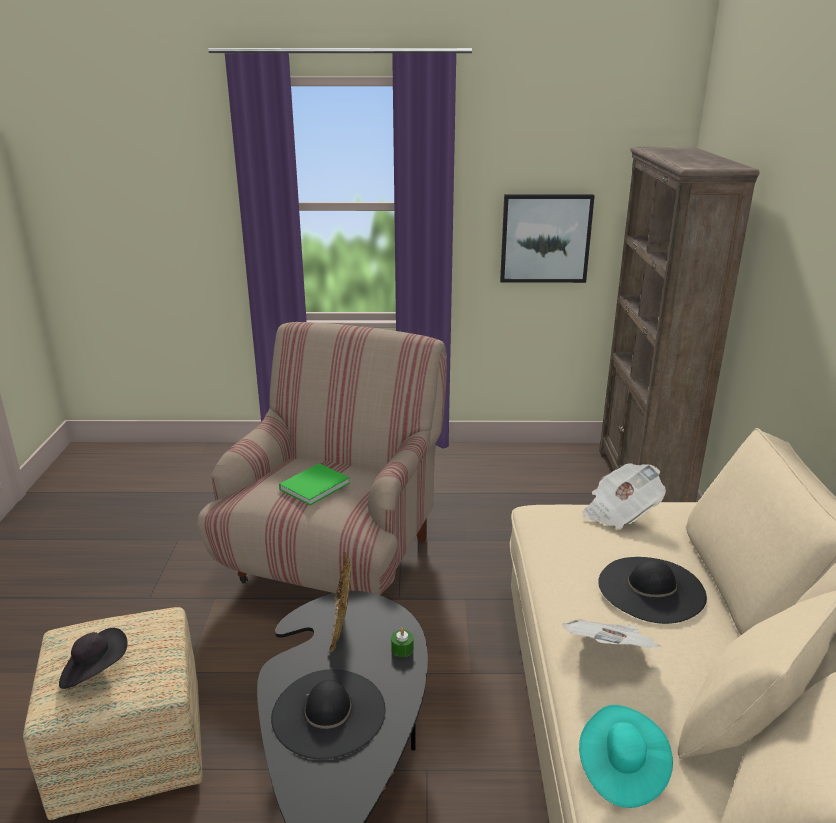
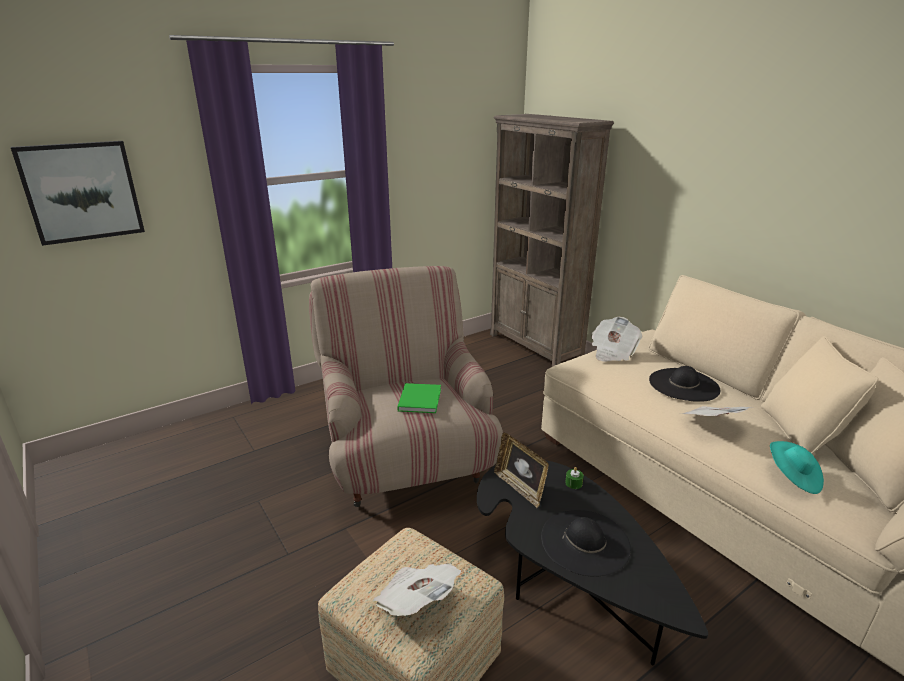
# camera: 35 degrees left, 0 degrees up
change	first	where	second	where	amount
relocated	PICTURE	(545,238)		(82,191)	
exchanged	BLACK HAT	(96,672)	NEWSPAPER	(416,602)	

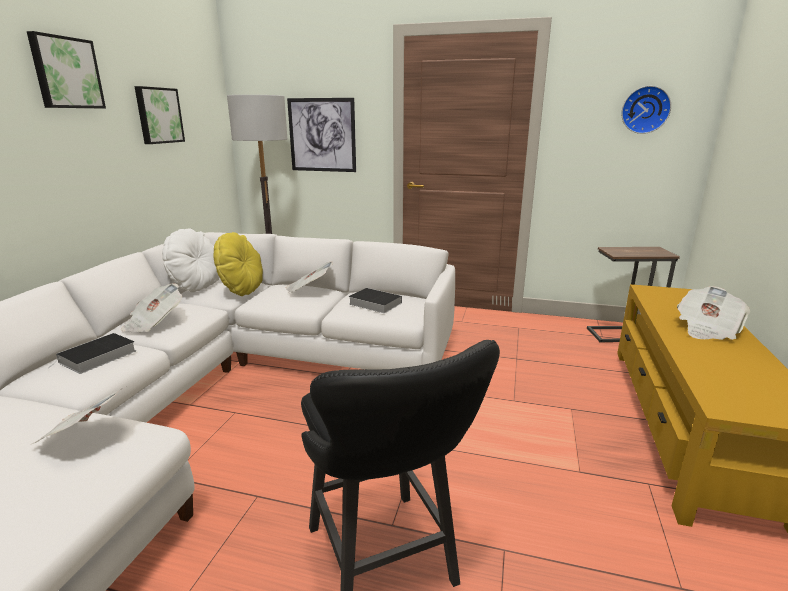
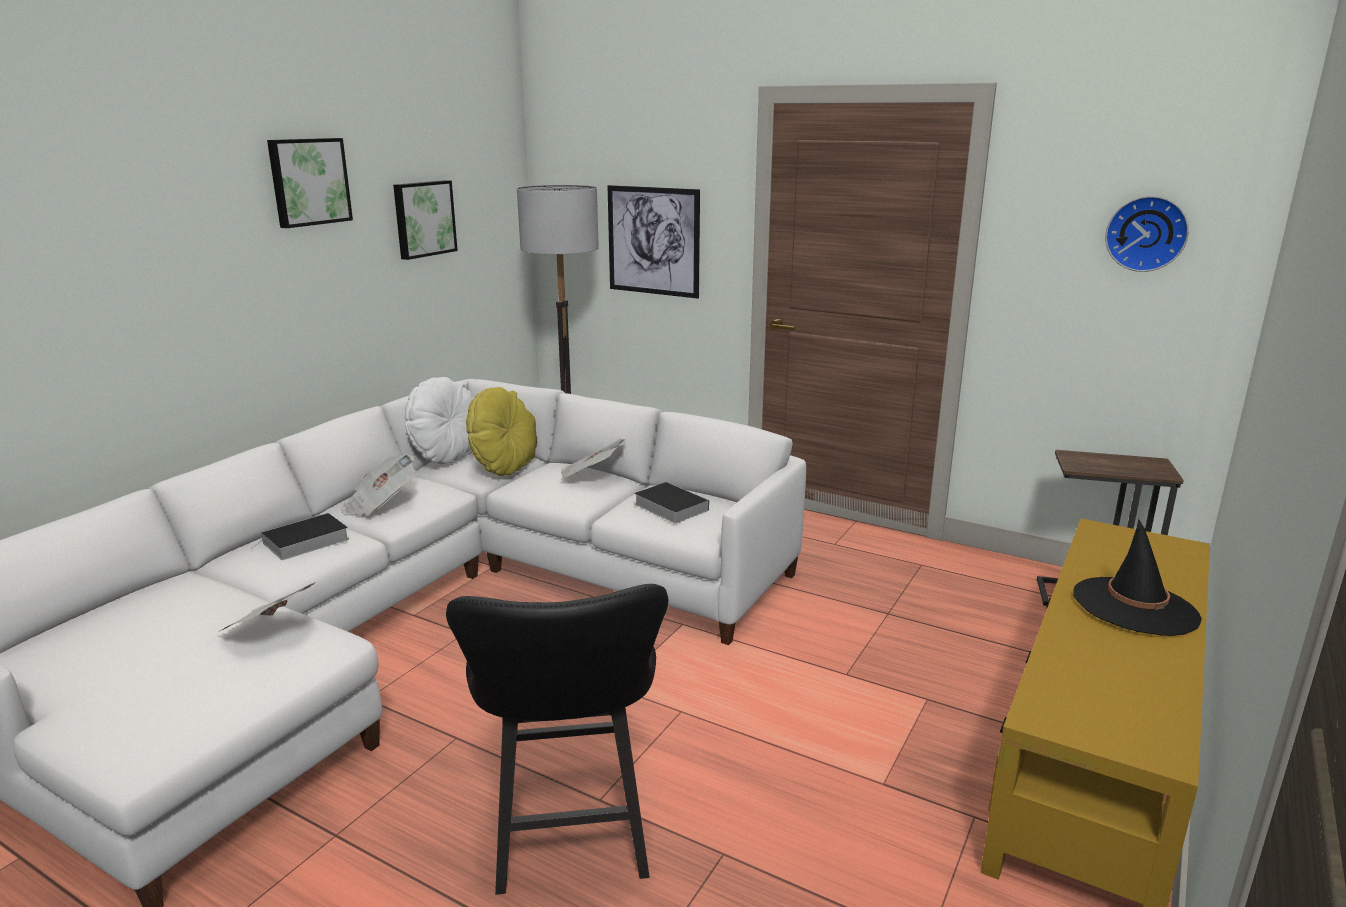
# camera: 15 degrees right, 0 degrees up
change	first	where	second	where	amount
exchanged	NEWSPAPER	(706,329)	BLACK HAT	(1135,607)	

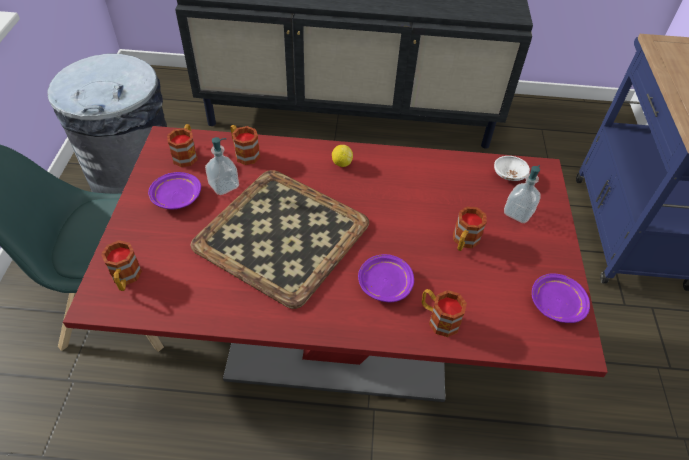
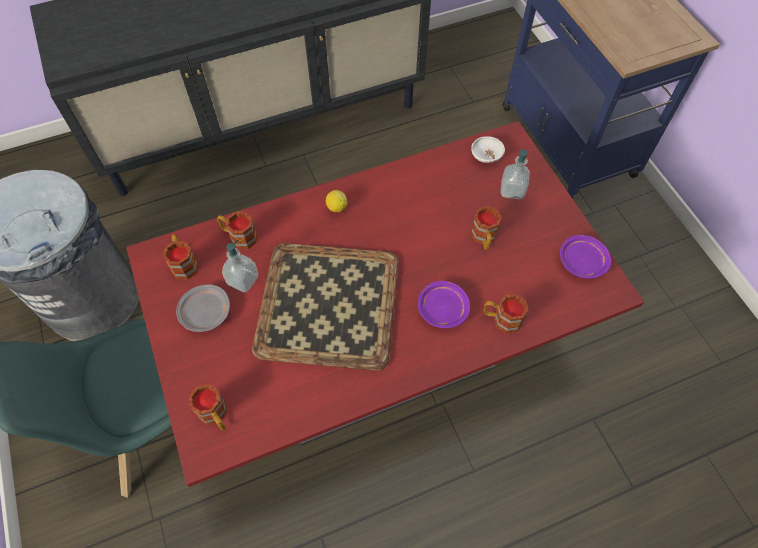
# camera: 25 degrees left, 10 degrees up
change	first	where	second	where	amount
colour	PURPLE PLATE	(176,197)	GREY PLATE	(205,313)	

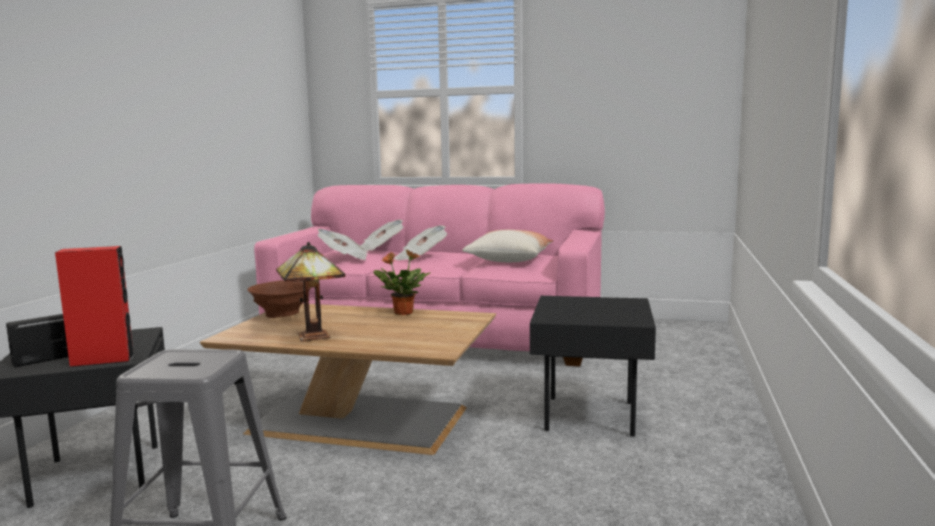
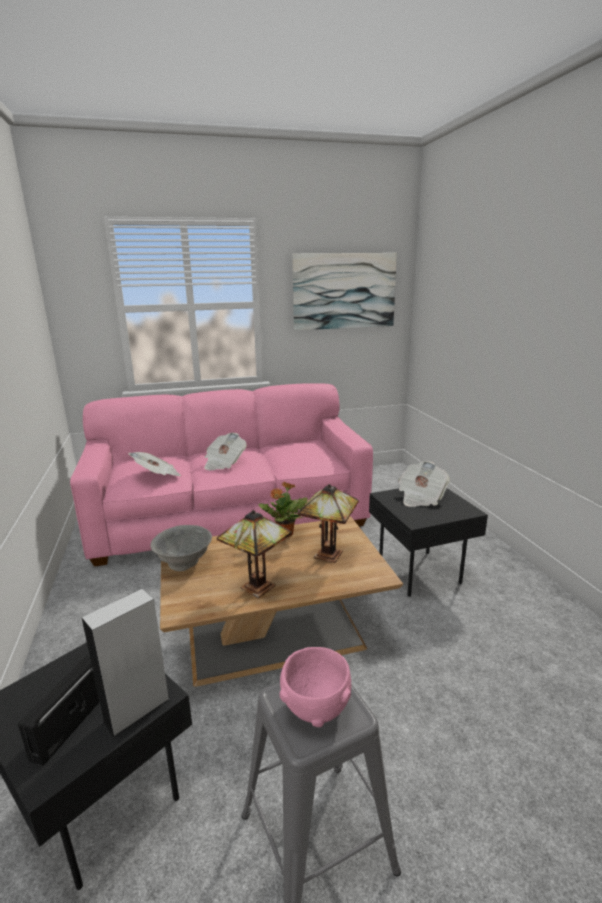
# camera: 30 degrees left, 10 degrees up
change	first	where	second	where	amount
relocated	NEWSPAPER	(379,249)		(420,497)	
missing	PILLOW	(509,259)			
colour	RED SPEAKER	(102,361)	GREY SPEAKER	(137,710)	
colour	BROWN BOWL	(282,314)	GREY BOWL	(184,562)	
appeared			PICTURE	(344,291)	
appeared			TABLE LAMP	(328,553)	
appeared			PINK BOWL	(316,708)	

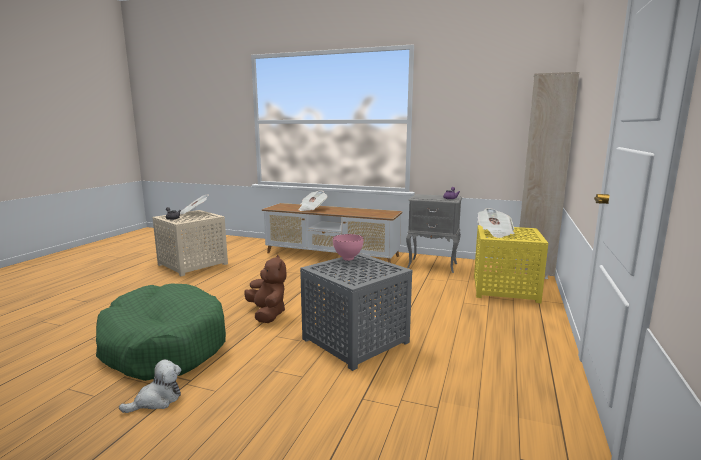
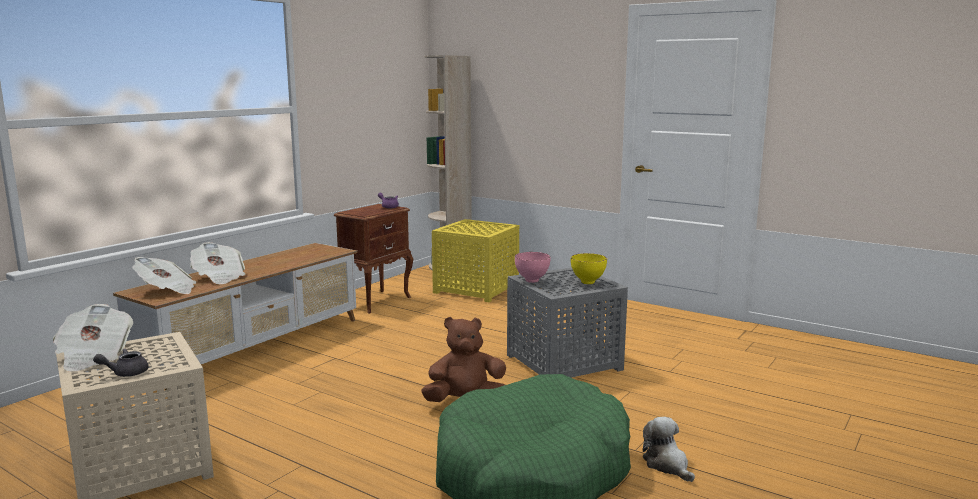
# camera: 75 degrees left, 0 degrees up
change	first	where	second	where	amount
colour	GREY NIGHTSTAND	(432,265)	BROWN NIGHTSTAND	(376,301)	
relocated	NEWSPAPER	(495,233)		(167,290)	
appeared			YELLOW BOWL	(588,283)	

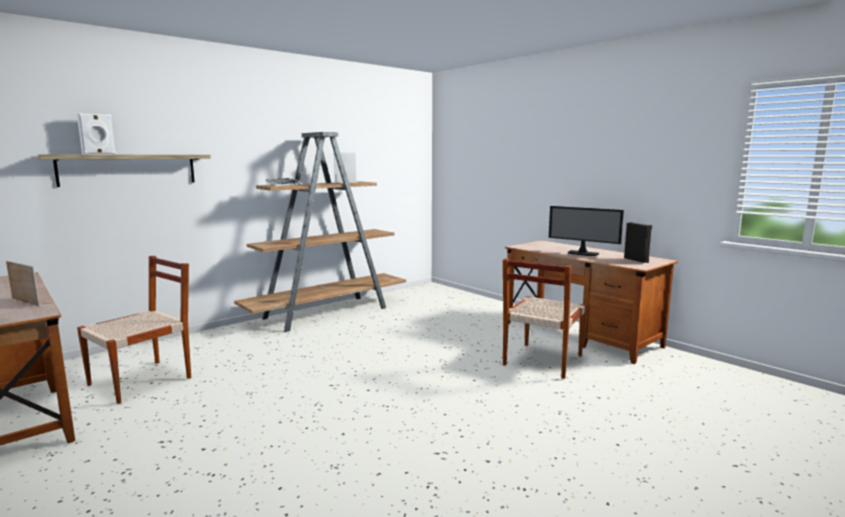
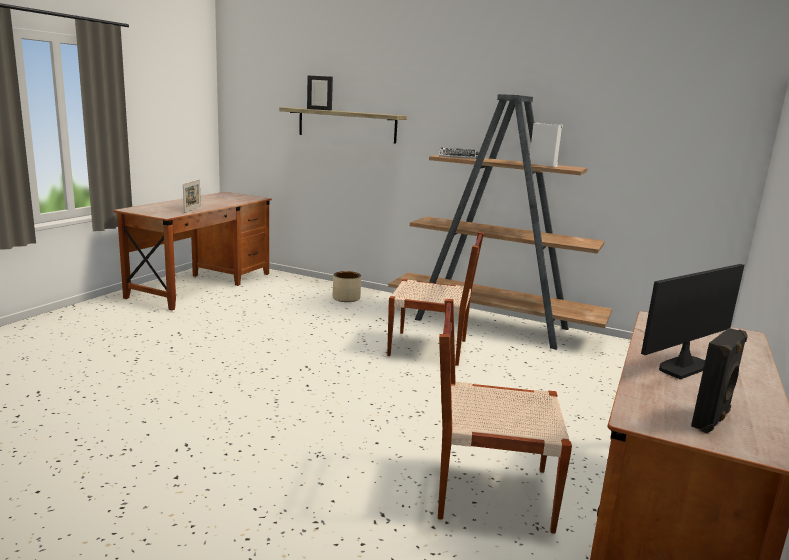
# camera: 65 degrees right, 5 degrees up
change	first	where	second	where	amount
exchanged	WHITE SPEAKER	(99,154)	PICTURE FRAME	(319,109)	
spun	MONITOR	(582,254)		(683,367)	45 degrees clockwise
relocated	CHAIR	(143,381)		(430,349)	
appeared			BEIGE PLANTER	(346,298)	

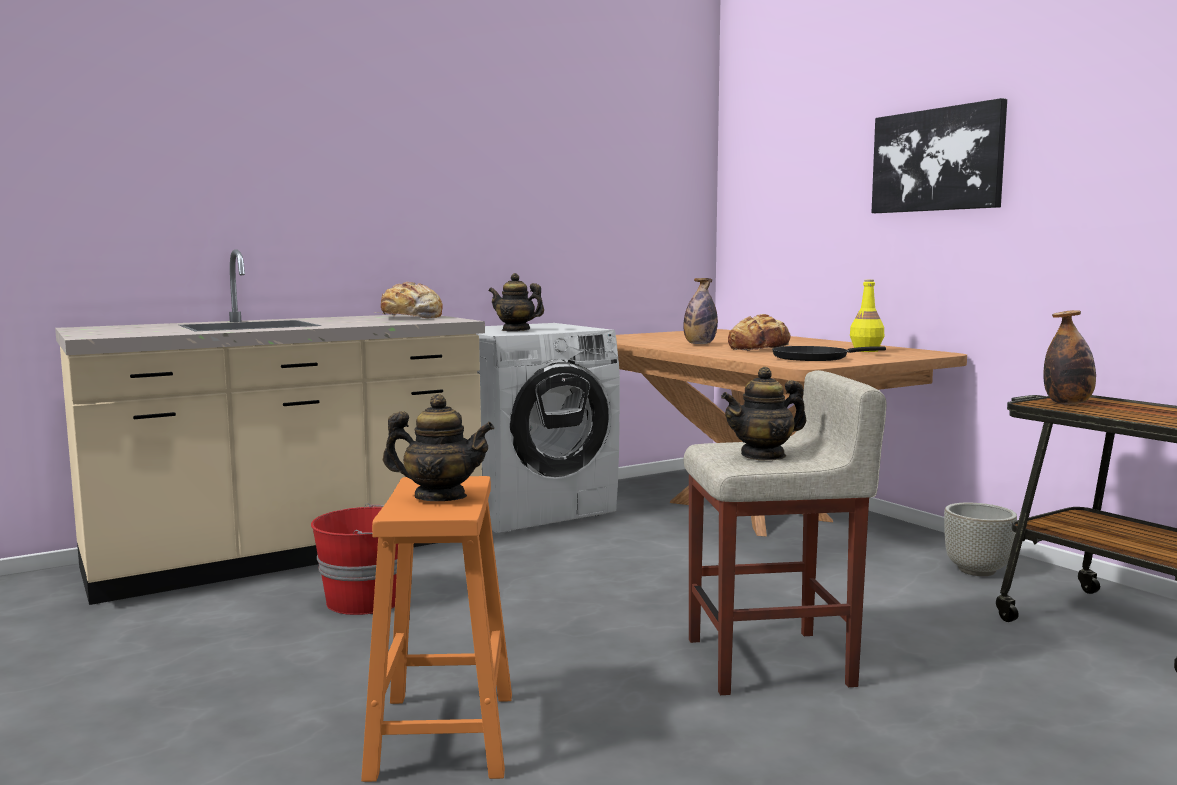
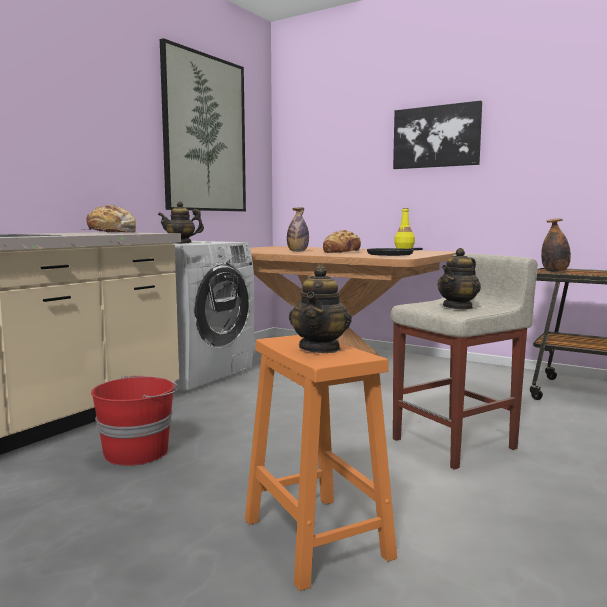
# camera: 25 degrees left, 0 degrees up
change	first	where	second	where	amount
spun	TEAPOT	(440,497)		(320,348)	120 degrees clockwise
missing	GREY PLANTER	(976,571)			
appeared			PICTURE	(205,134)	

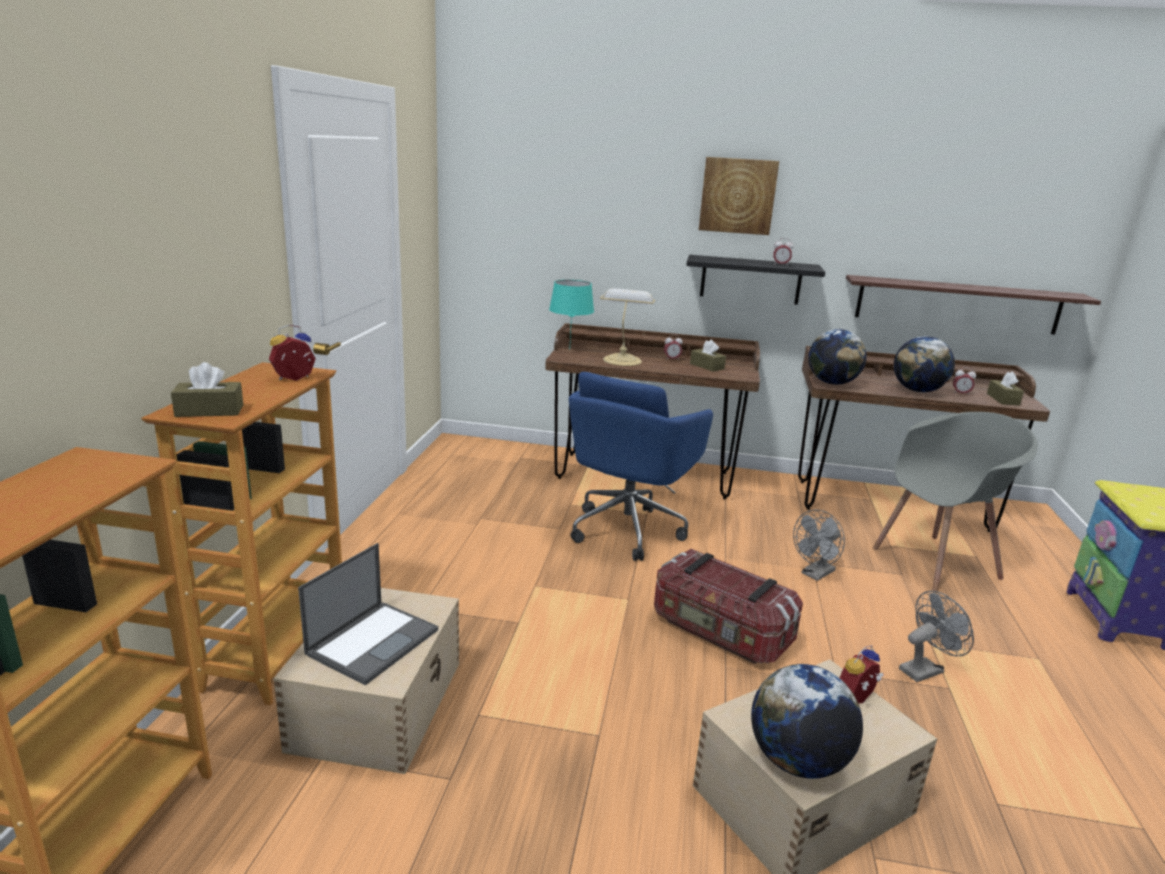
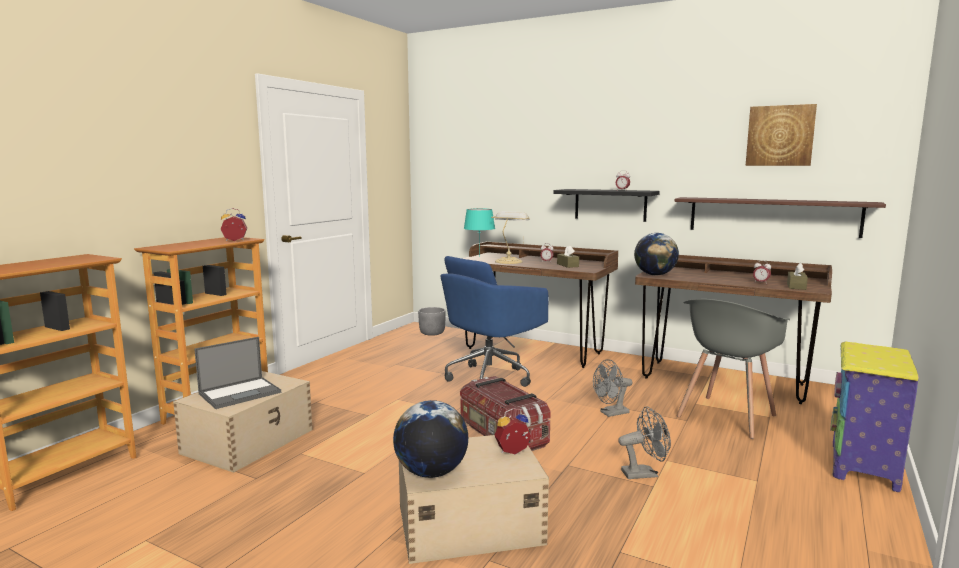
# camera: 20 degrees right, 10 degrees down
change	first	where	second	where	amount
relocated	PICTURE	(737,196)		(780,136)	
missing	GLOBE	(918,391)			
missing	BROWN TISSUE BOX	(209,411)			
spun	GREY CHAIR	(936,563)		(726,417)	135 degrees clockwise
appeared			GREY PLANTER	(432,333)	

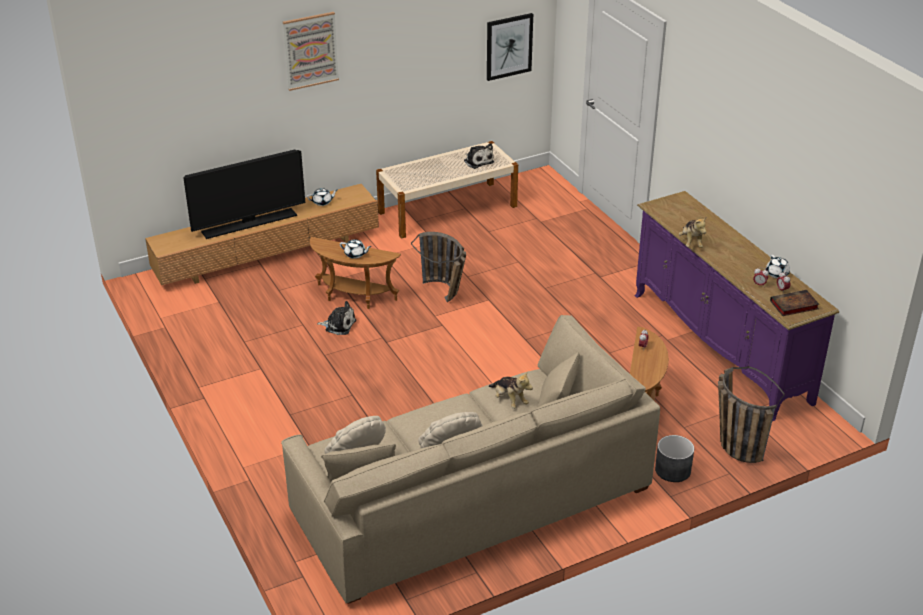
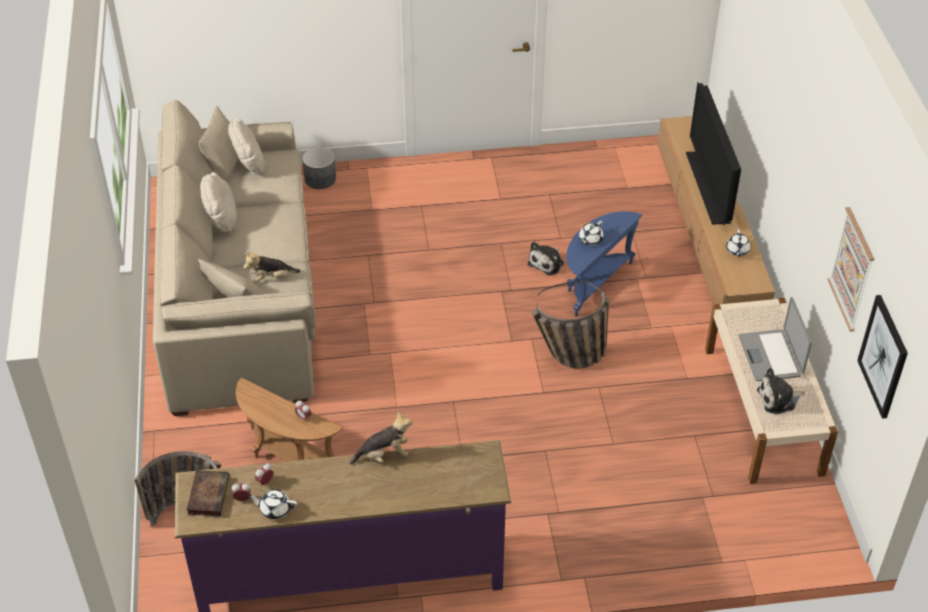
# camera: 110 degrees right, 10 degrees up
change	first	where	second	where	amount
relocated	PICTURE	(310,50)		(852,269)	
spun	PLUSH TOY	(691,242)		(384,455)	150 degrees clockwise
colour	BROWN SIDE TABLE	(353,297)	BLUE SIDE TABLE	(594,283)	
relocated	GREY PLANTER	(672,470)		(320,178)	
appeared			LAPTOP	(771,356)	

